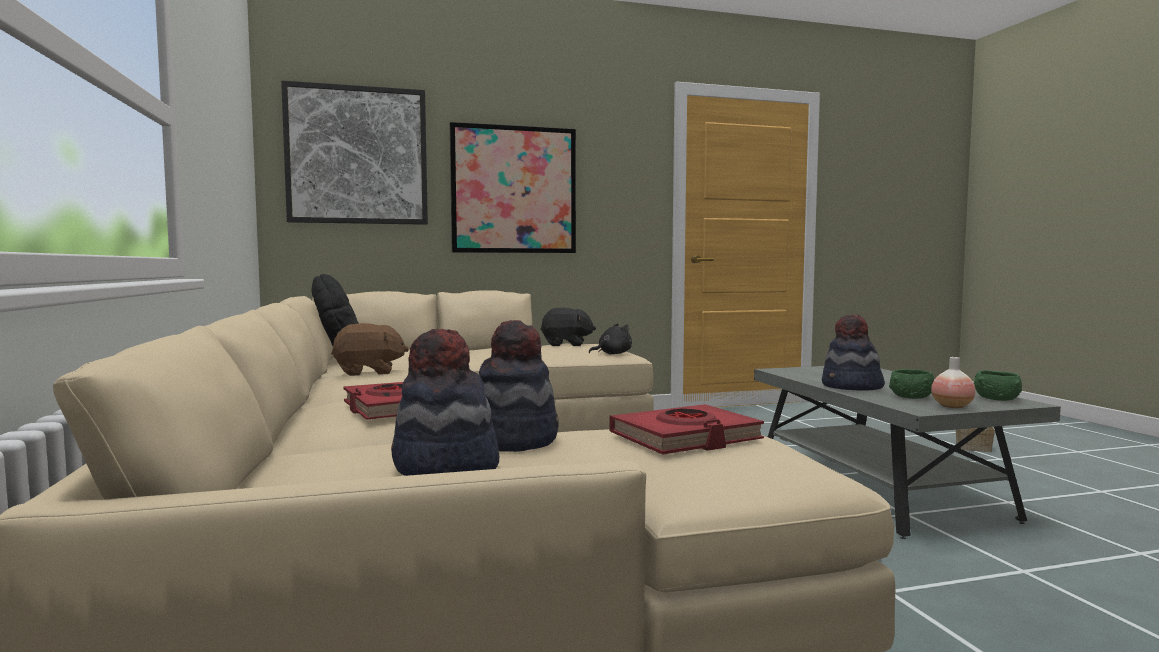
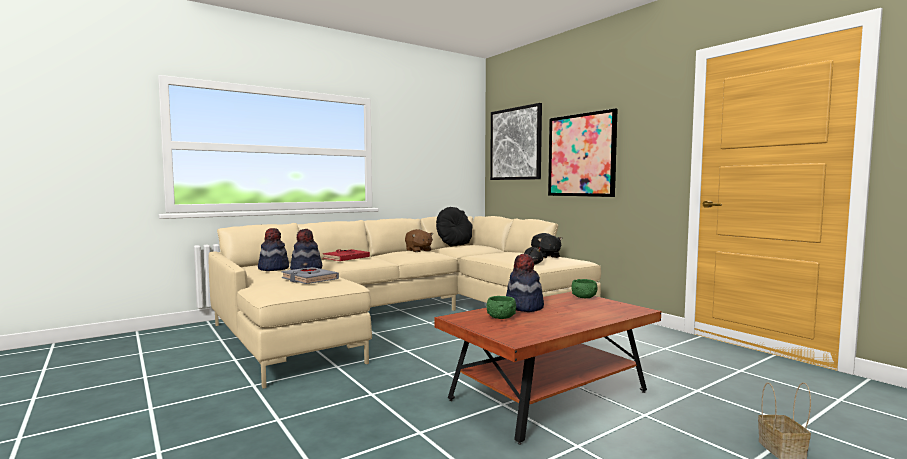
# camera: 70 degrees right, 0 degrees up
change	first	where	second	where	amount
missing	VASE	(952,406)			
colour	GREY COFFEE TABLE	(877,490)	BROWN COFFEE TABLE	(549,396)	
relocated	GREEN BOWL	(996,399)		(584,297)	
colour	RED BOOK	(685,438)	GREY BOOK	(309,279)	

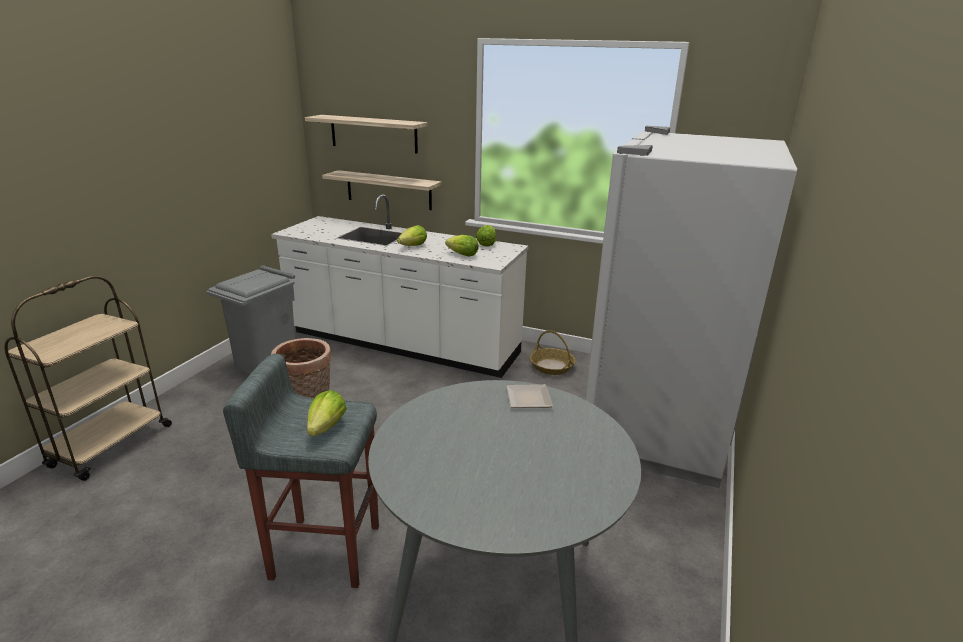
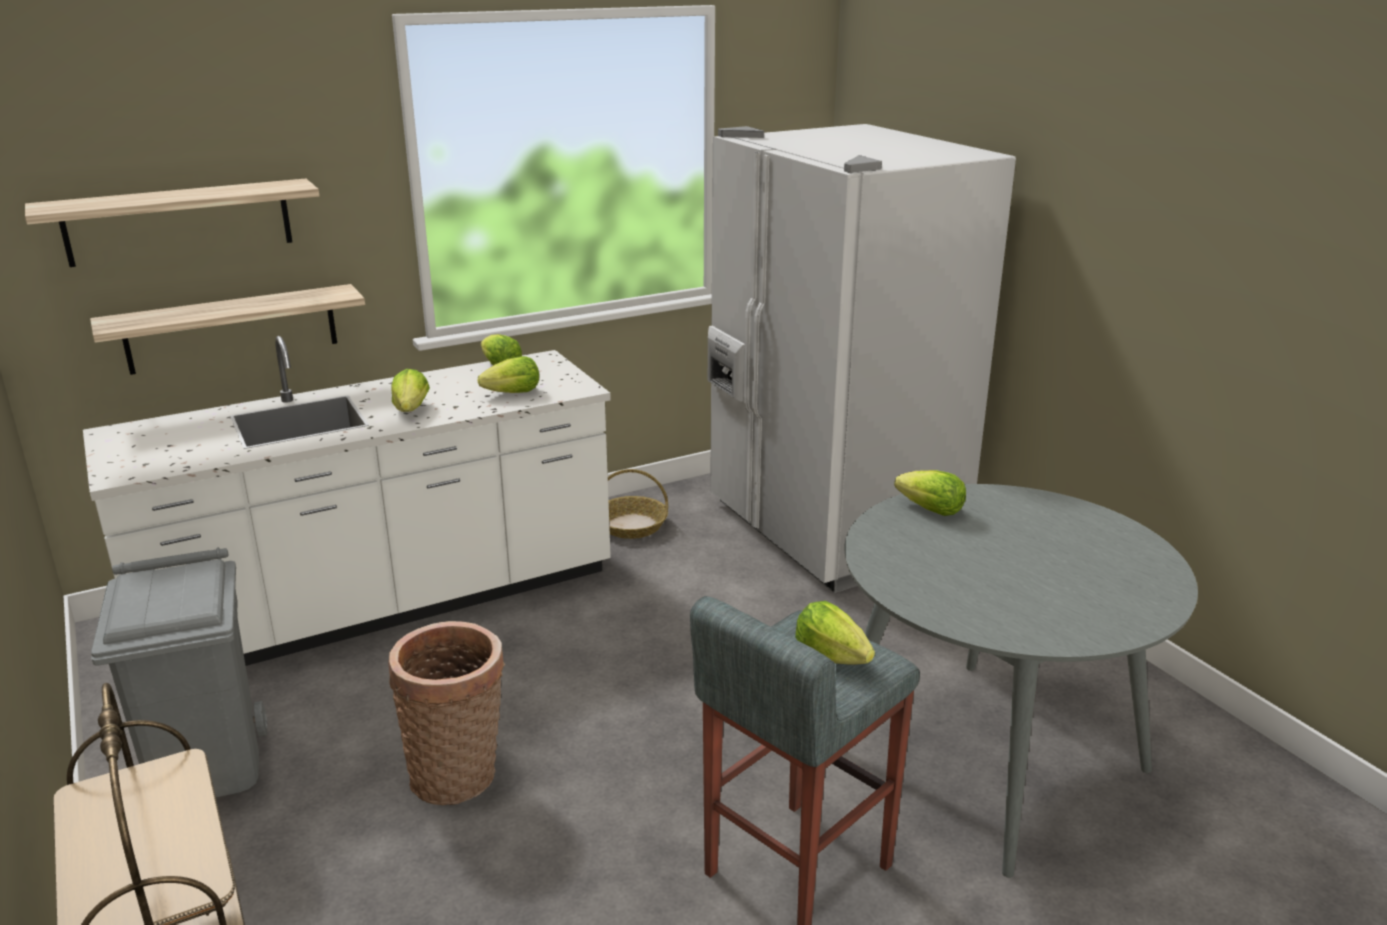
# camera: 50 degrees left, 0 degrees up
change	first	where	second	where	amount
exchanged	PLATE	(527,399)	LETTUCE	(931,510)	

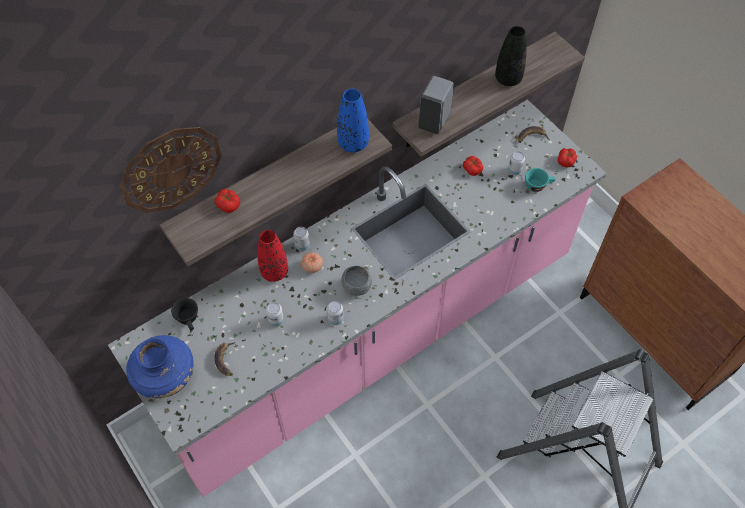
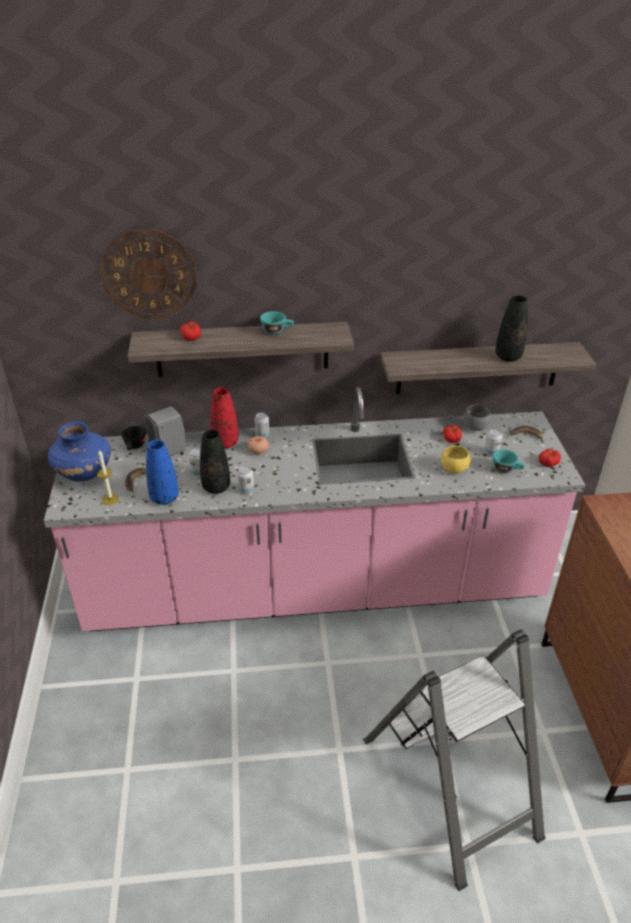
# camera: 30 degrees right, 20 degrees down
change	first	where	second	where	amount
relocated	GREY SOAP DISPENSER	(434,121)		(170,452)	
relocated	BLUE VASE	(353,144)		(164,498)	
relocated	GREY BOWL	(356,287)		(475,427)	
appeared			TURQUOISE CUP	(277,331)	
appeared			BLACK VASE	(216,487)	
appeared			YELLOW BOWL	(454,469)	
appeared			CANDLE	(110,499)	

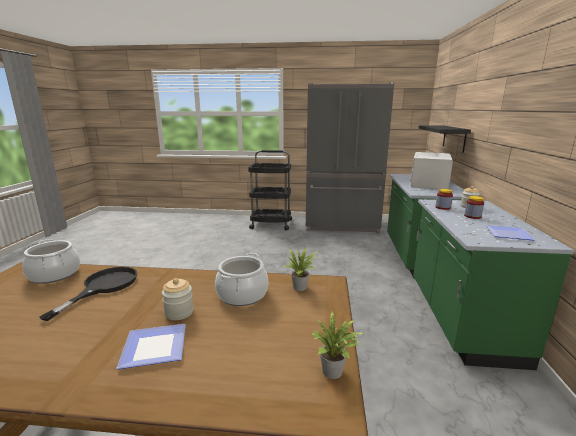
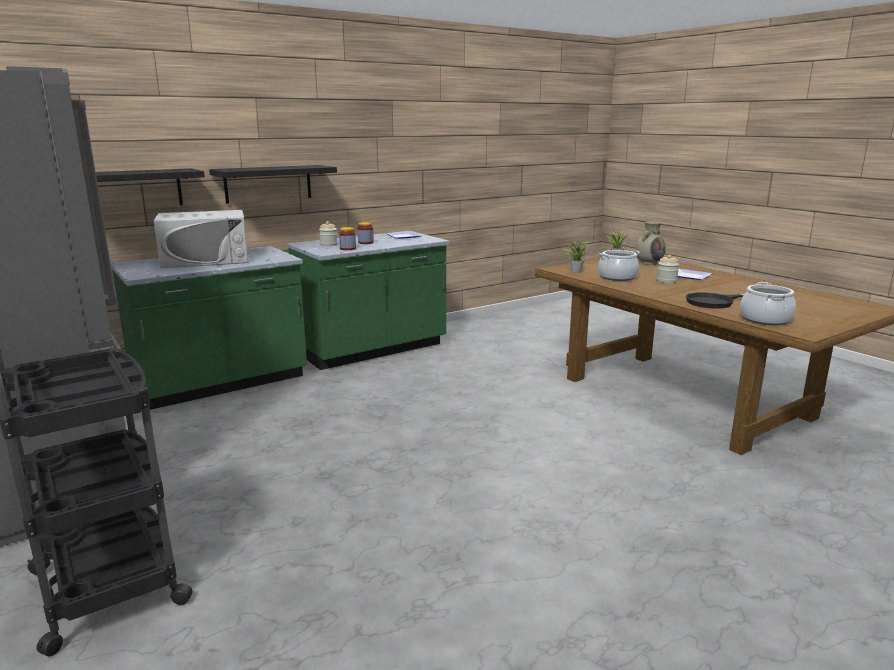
# camera: 130 degrees left, 0 degrees up
change	first	where	second	where	amount
appeared			BLACK SHELF	(268,183)	
appeared			BEIGE VASE	(649,263)	

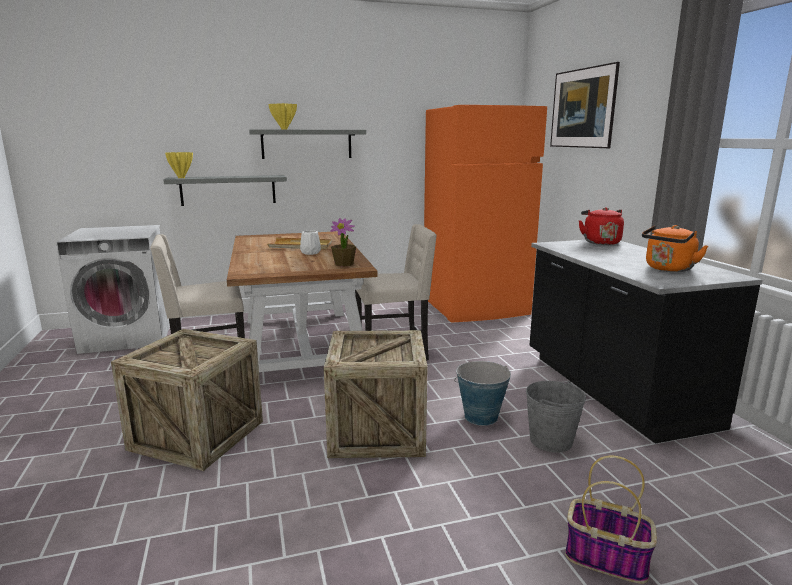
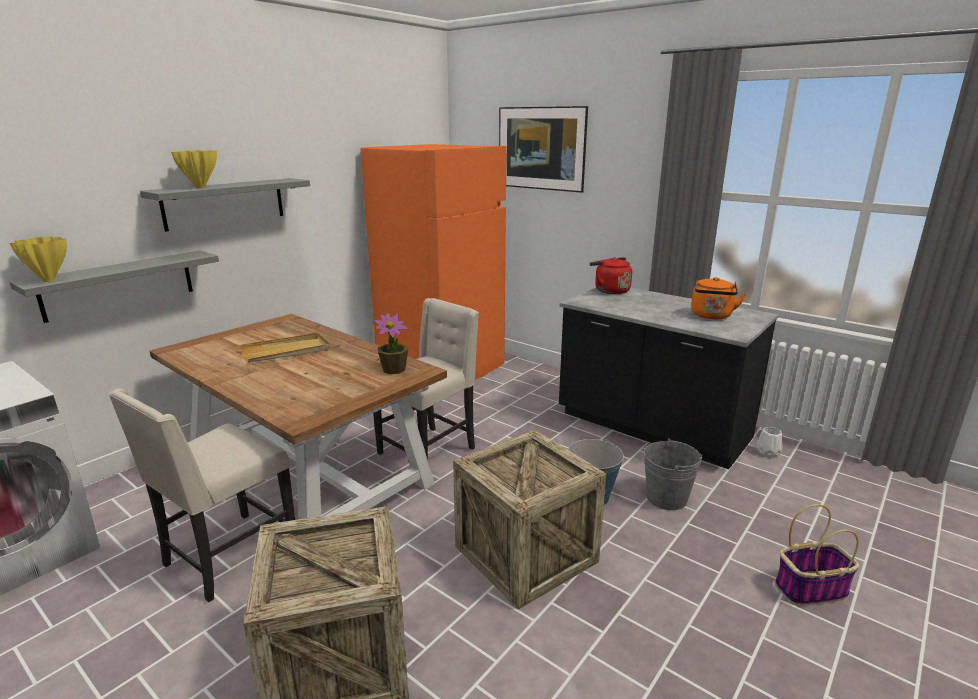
# camera: 35 degrees left, 5 degrees up
change	first	where	second	where	amount
relocated	WHITE VASE	(311,253)		(767,452)	

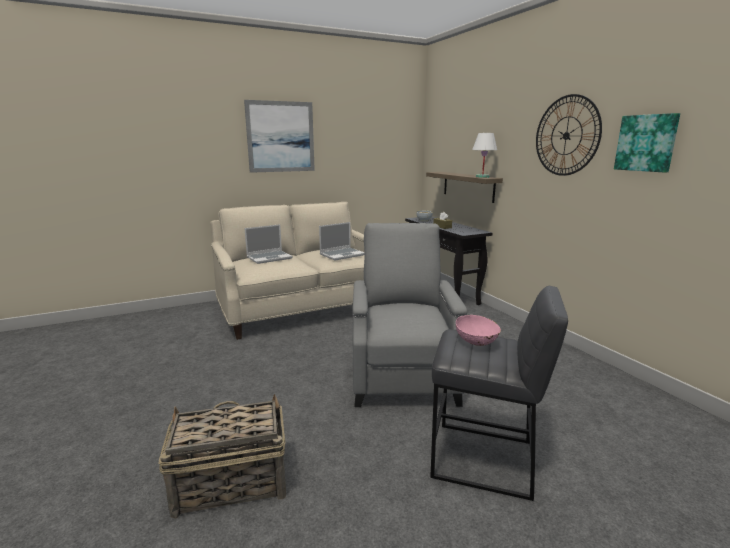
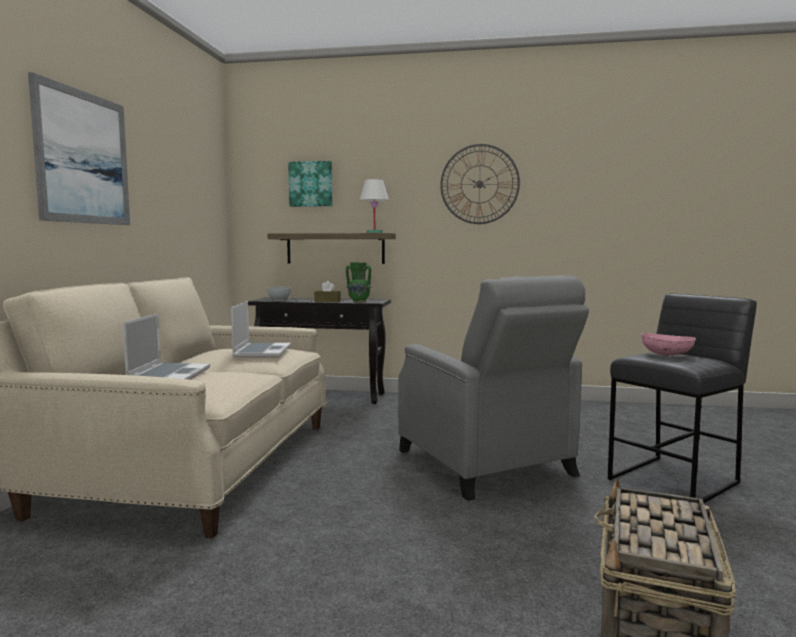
# camera: 55 degrees left, 10 degrees down
change	first	where	second	where	amount
relocated	PICTURE	(646,143)		(311,184)	
spun	GREY ARMCHAIR	(403,374)		(487,465)	150 degrees counterclockwise
appeared			GREEN VASE	(358,302)	

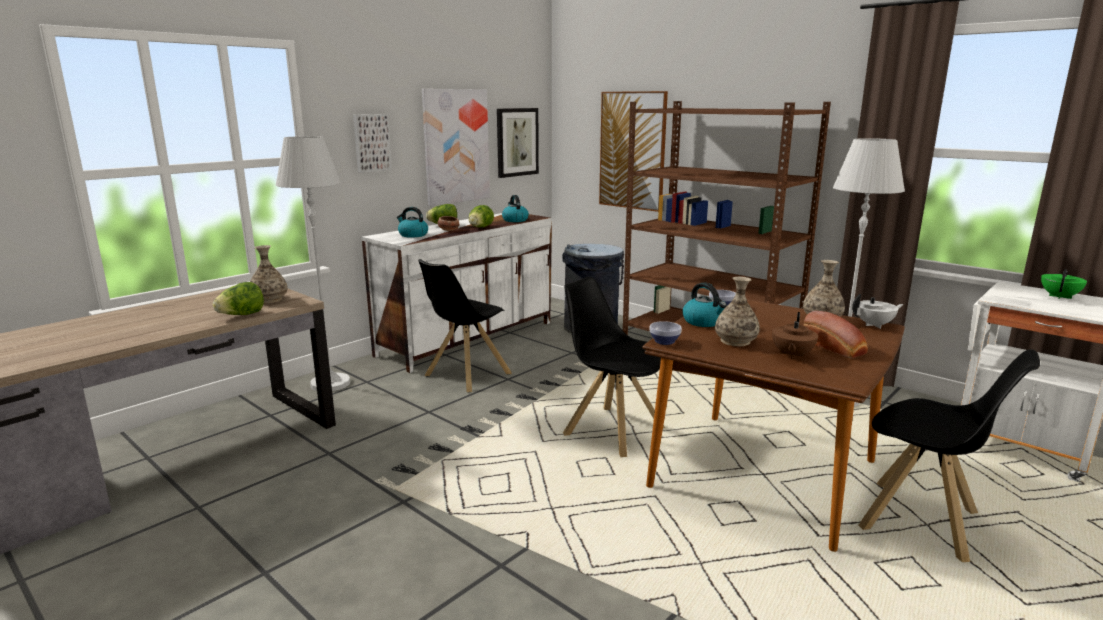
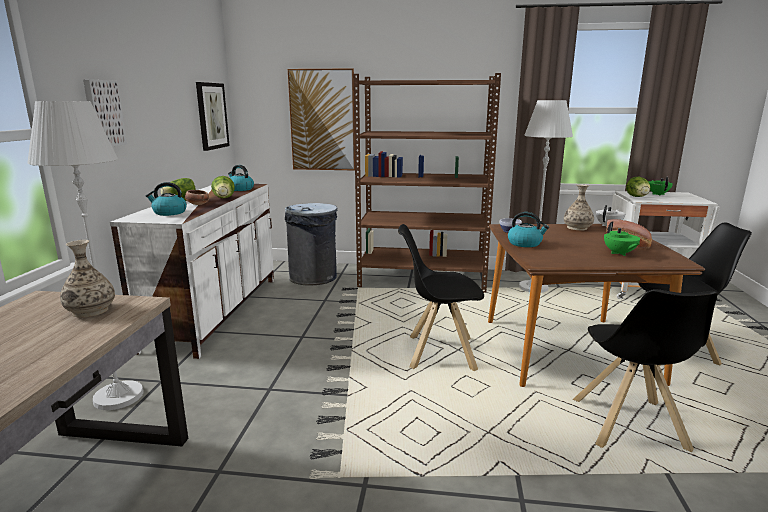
# camera: 35 degrees left, 0 degrees up
change	first	where	second	where	amount
missing	PICTURE	(456,146)			
relocated	BLACK CHAIR	(466,375)		(629,425)	
missing	VASE	(735,341)			
relocated	LETTUCE	(241,315)		(638,197)	
colour	BROWN TEAPOT	(791,355)	GREEN TEAPOT	(619,253)	
missing	BOWL	(665,341)			

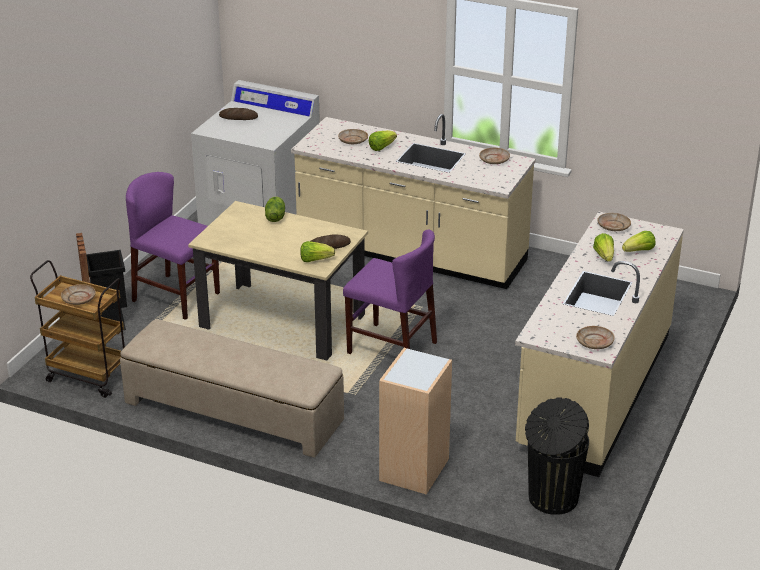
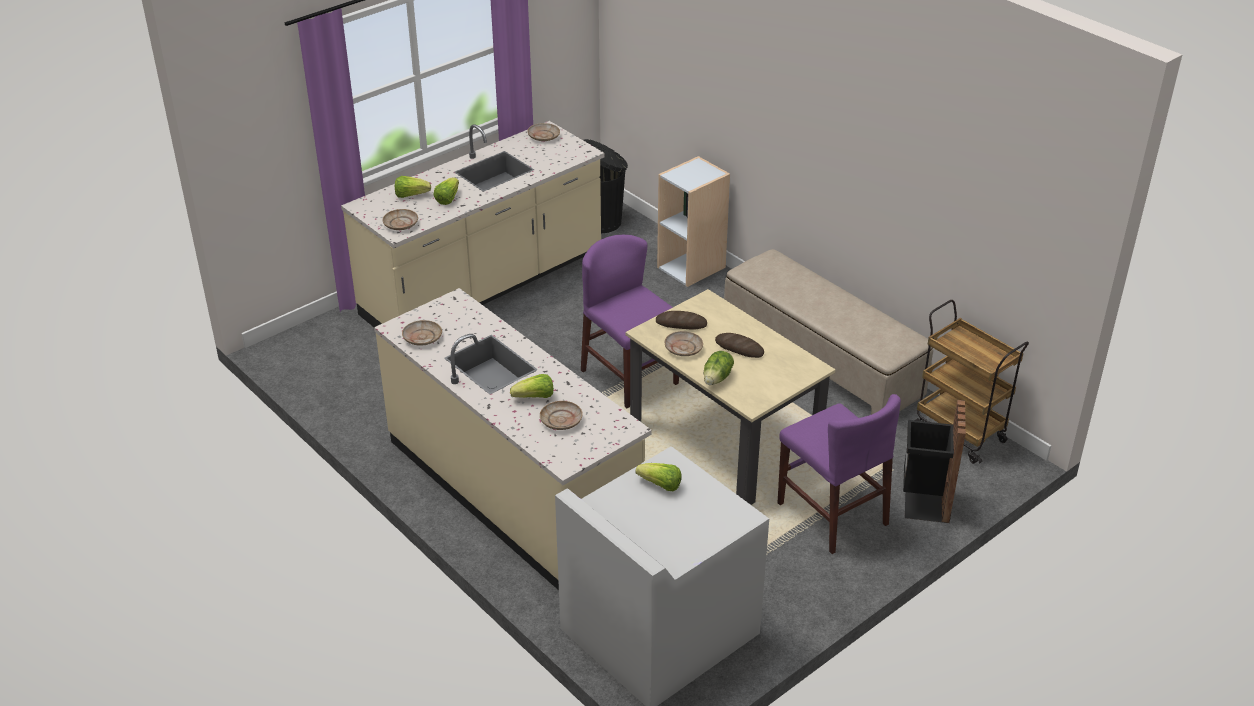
# camera: 155 degrees left, 5 degrees up
change	first	where	second	where	amount
relocated	BREAD	(238,117)		(739,348)	
relocated	LETTUCE	(315,260)		(660,485)	
relocated	BEIGE PLATE	(79,299)		(683,348)	

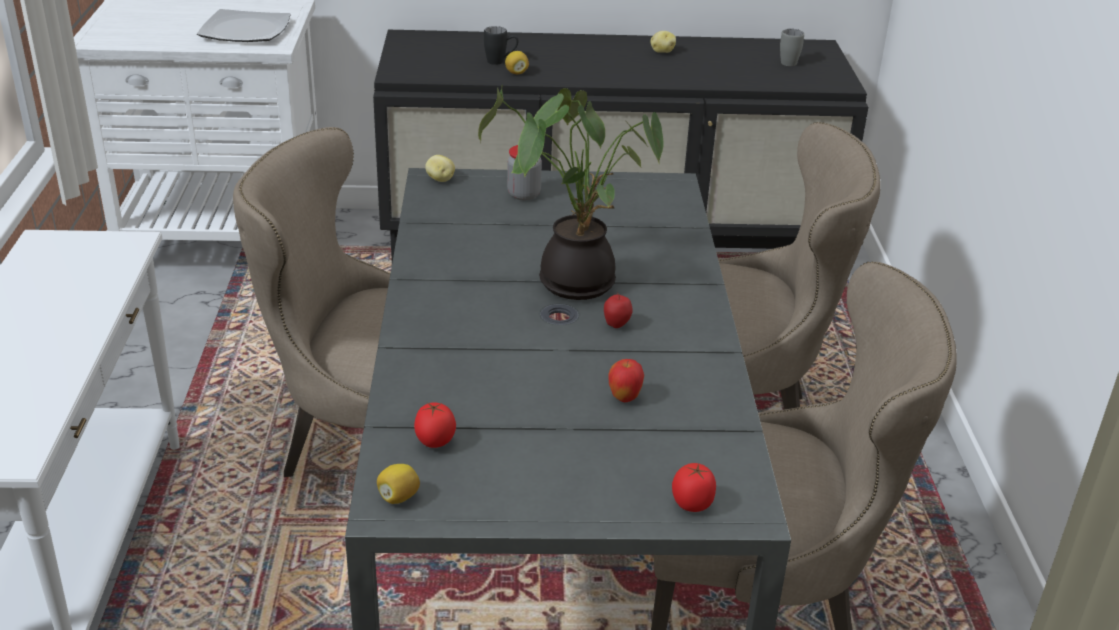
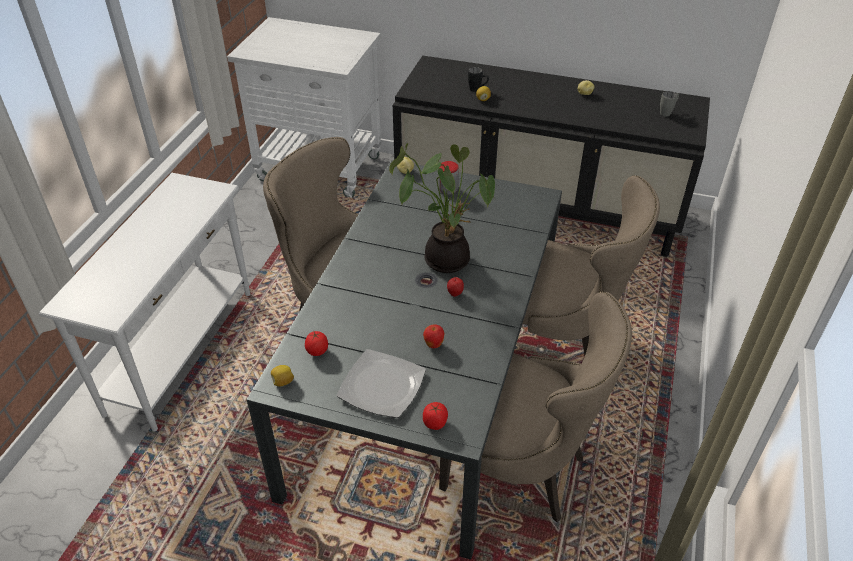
# camera: 20 degrees right, 10 degrees up
change	first	where	second	where	amount
relocated	PLATE	(244,30)		(381,386)	

